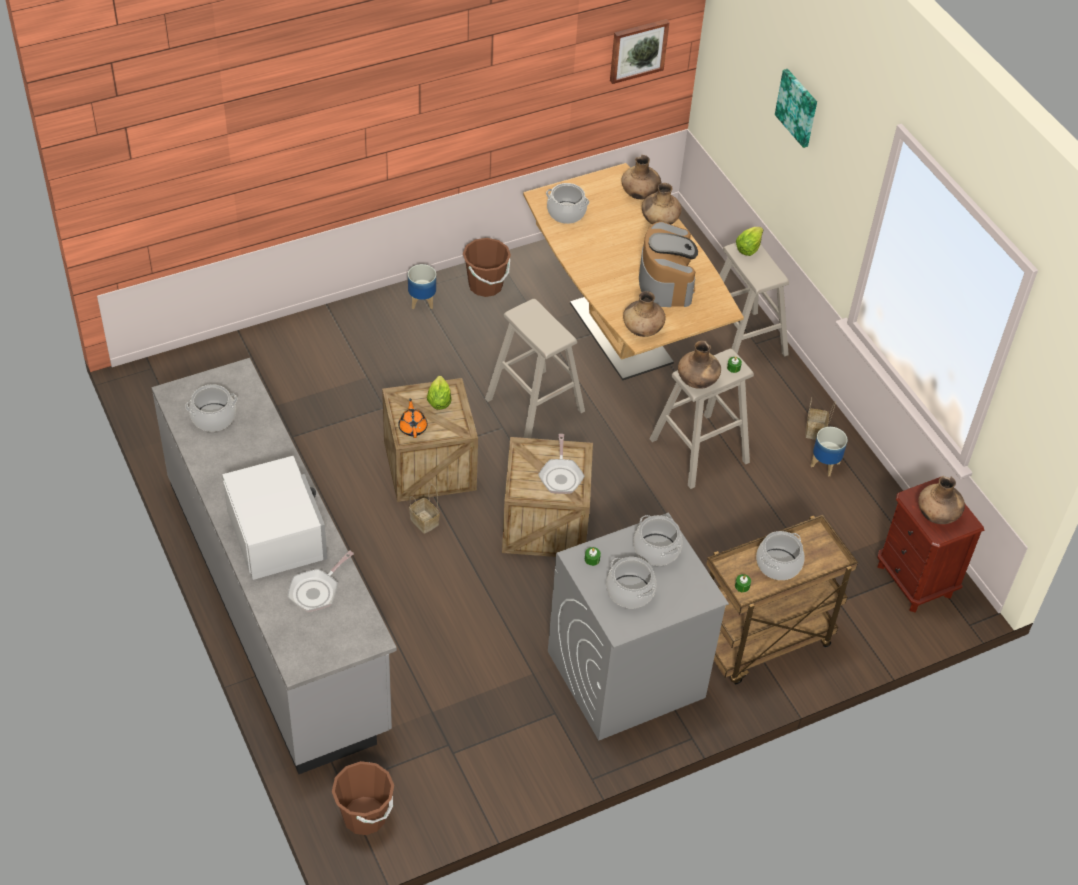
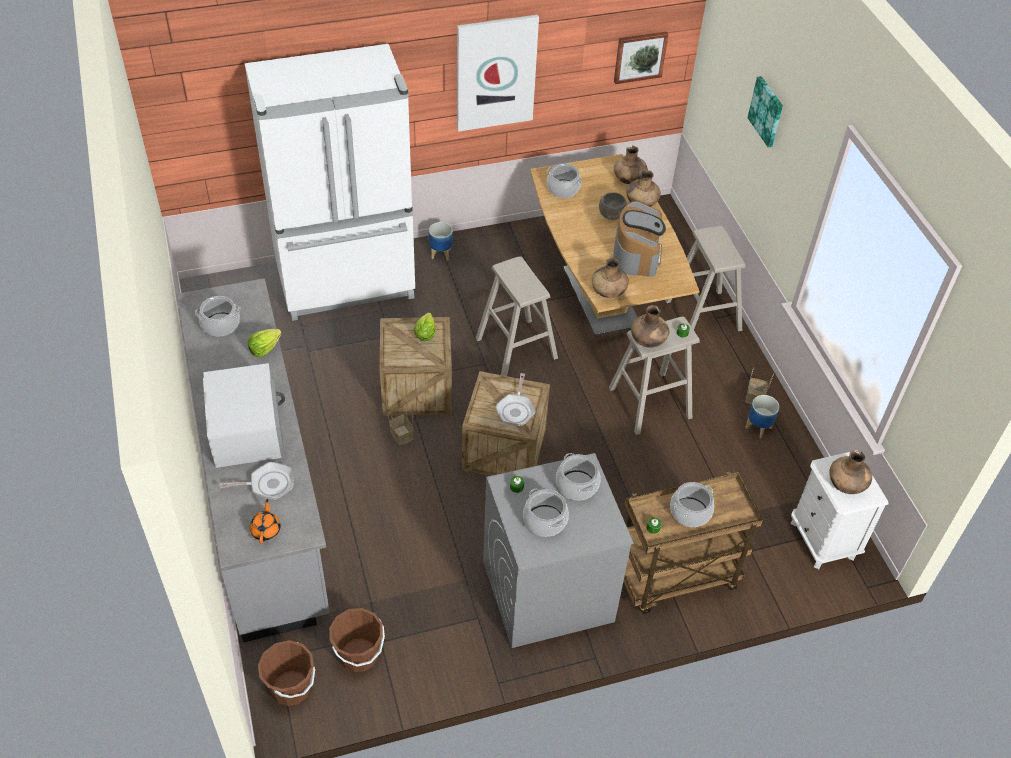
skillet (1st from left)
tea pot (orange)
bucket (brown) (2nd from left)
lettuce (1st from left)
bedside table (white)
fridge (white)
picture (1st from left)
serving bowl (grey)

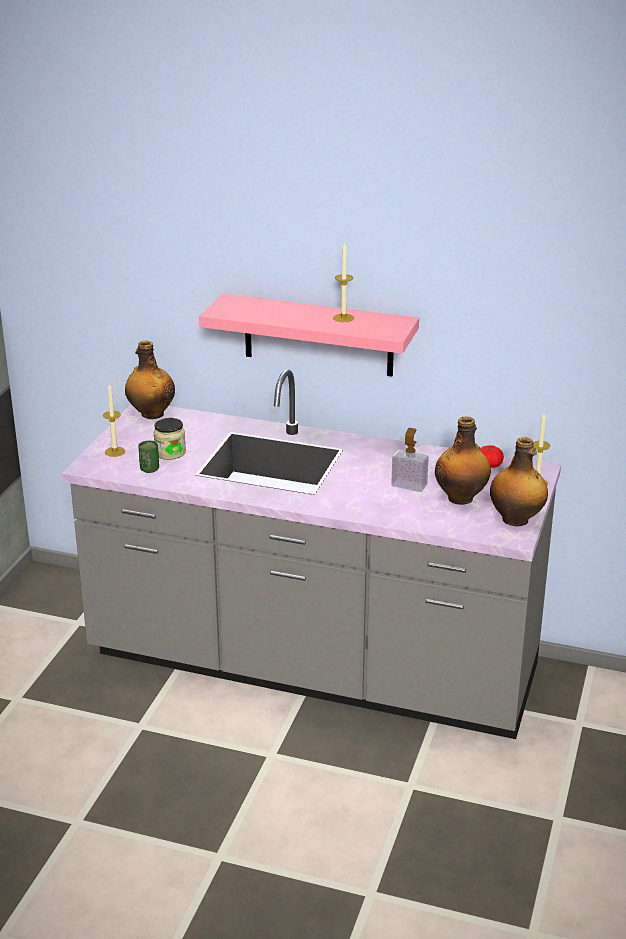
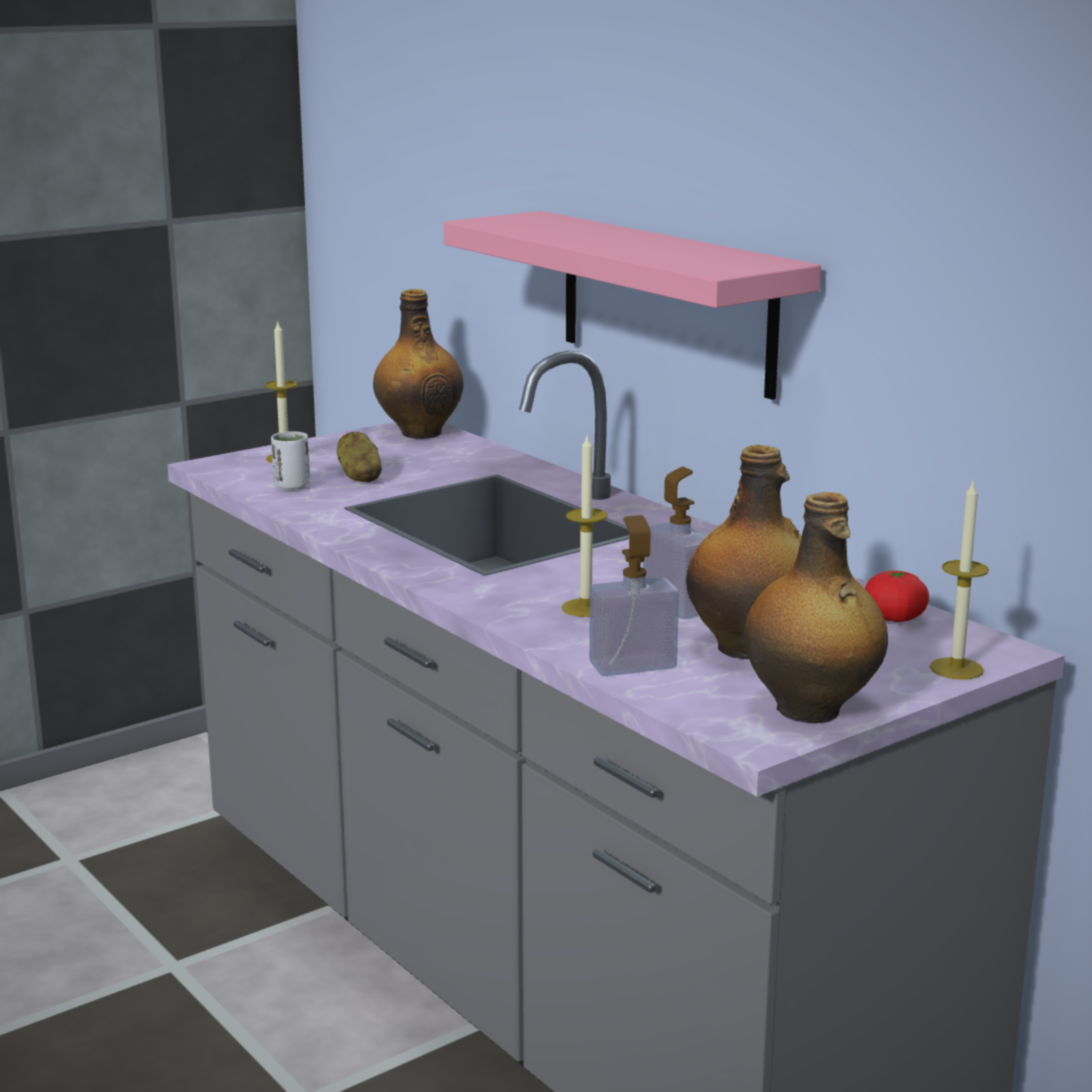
small cup (white)
whole potato
candle (2nd from left)
soap dispenser (1st from left)

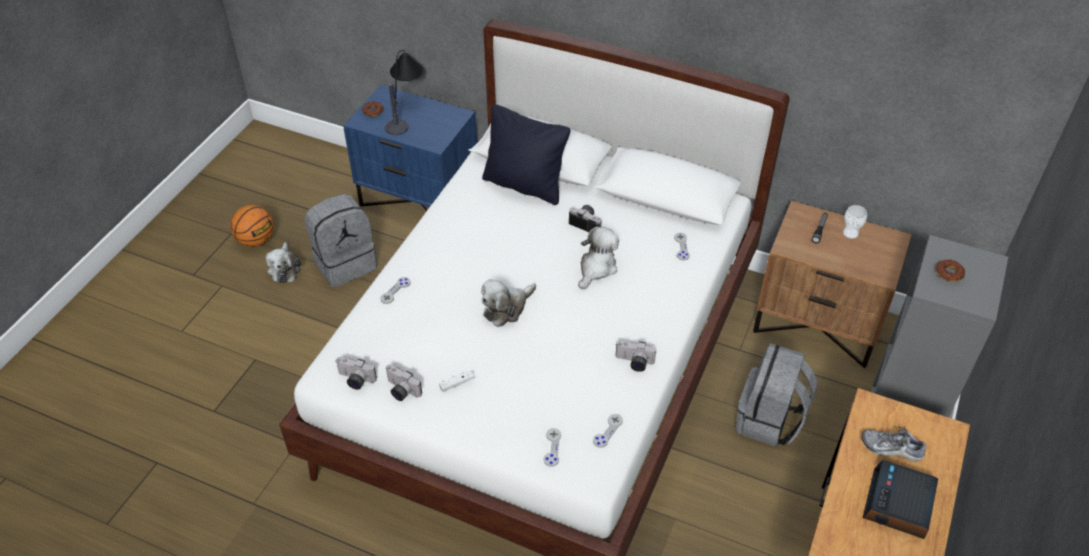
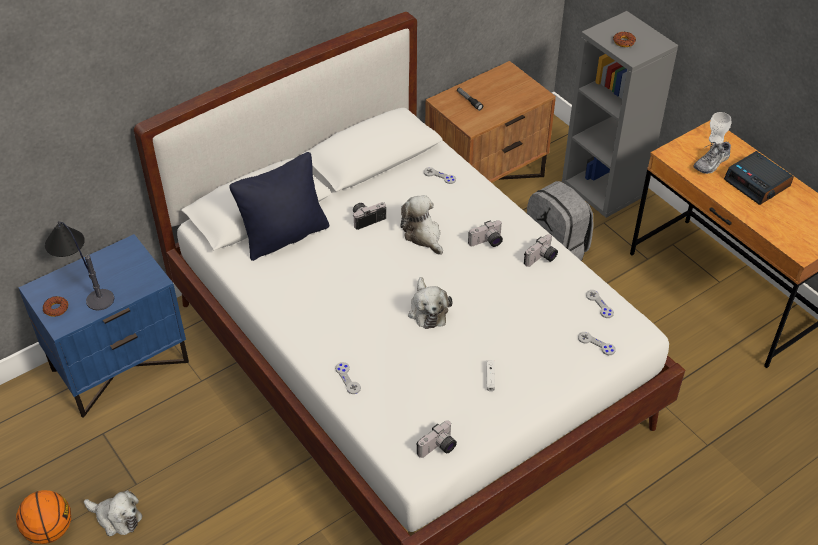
rucksack (grey) (1st from left in the first image)
photo camera (3rd from left)
small cup

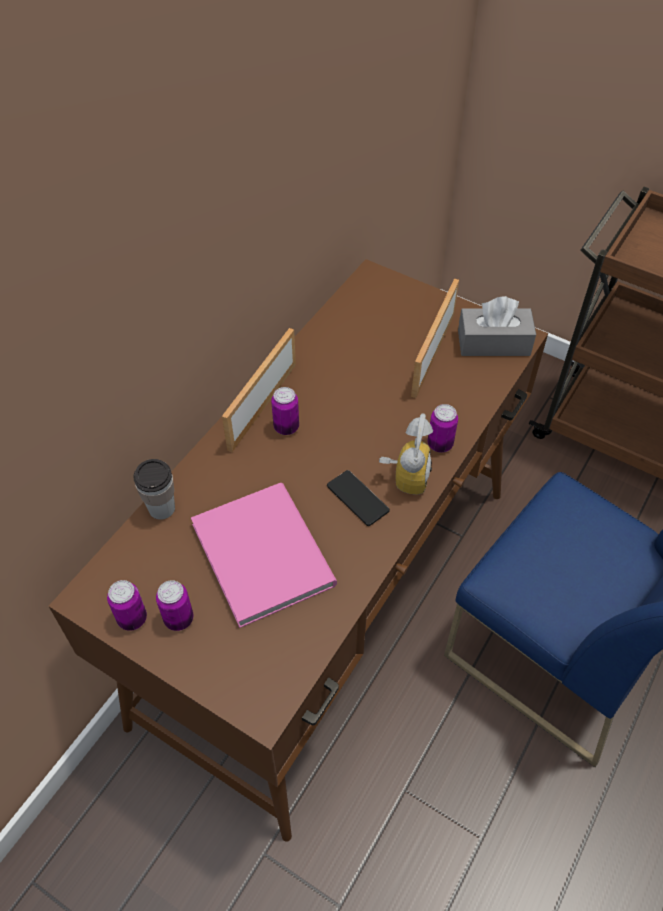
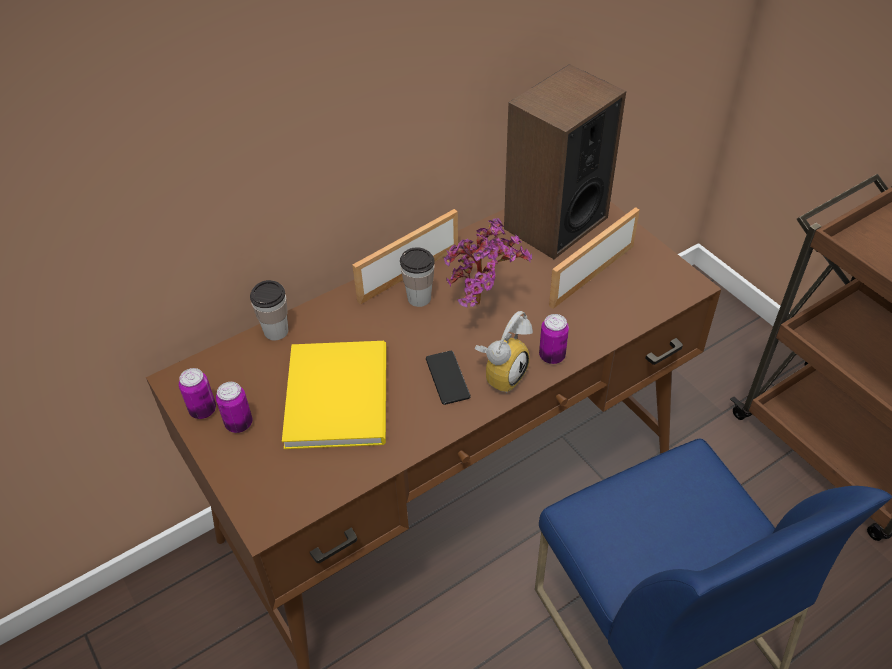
book (yellowish)
small cup (2nd from left)
tissue holder (grey)
plant in a pot
loudspeaker

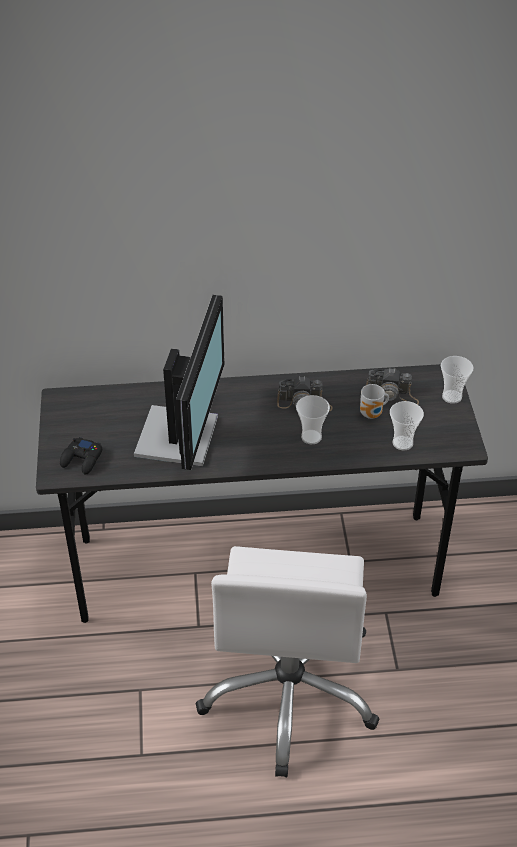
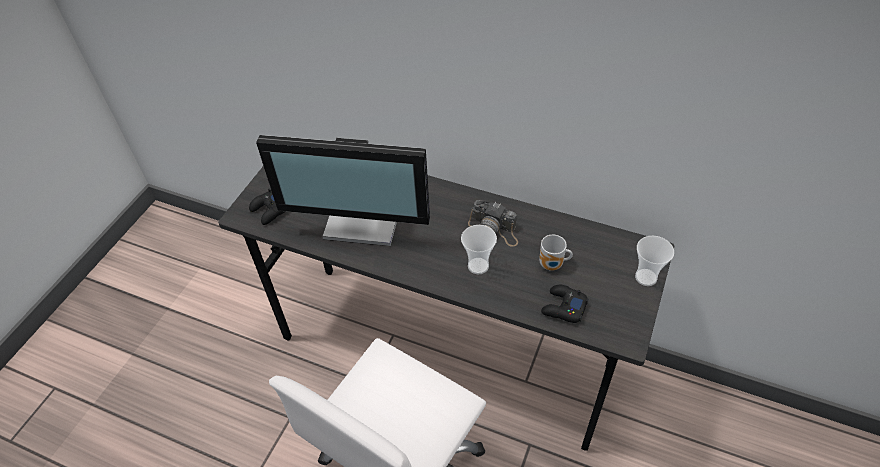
computer screen
photo camera (2nd from left in the first image)
joypad (black-coloured) (2nd from left)

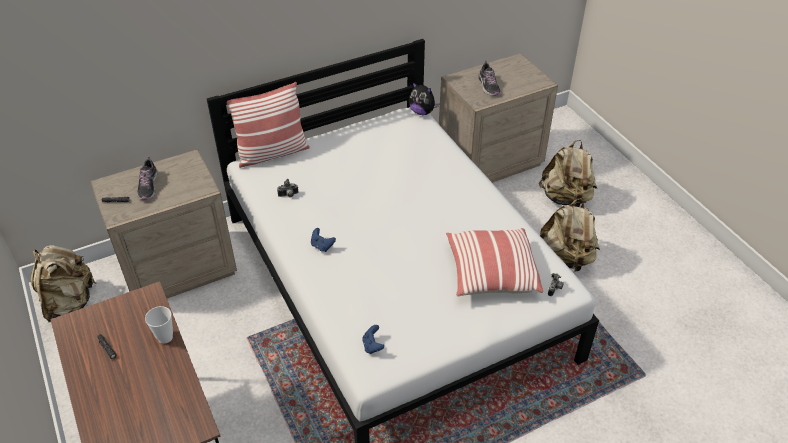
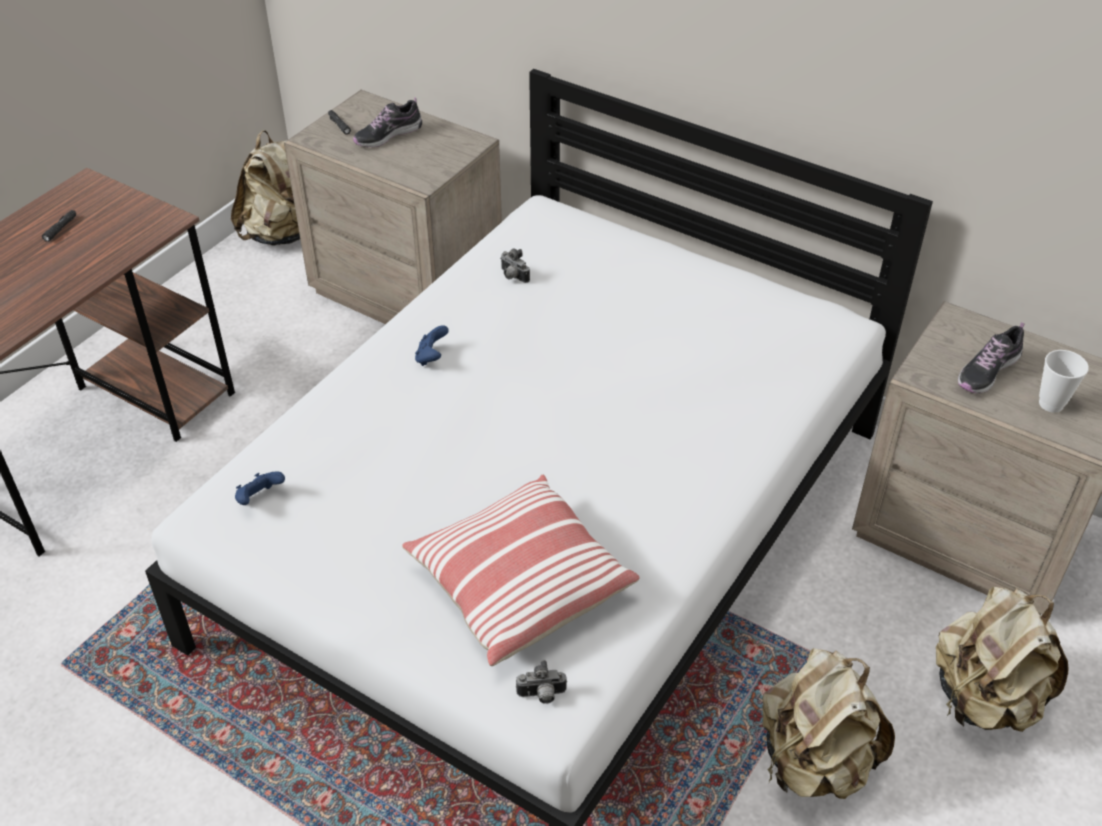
small cup
pillow (1st from left in the first image)
soft toy

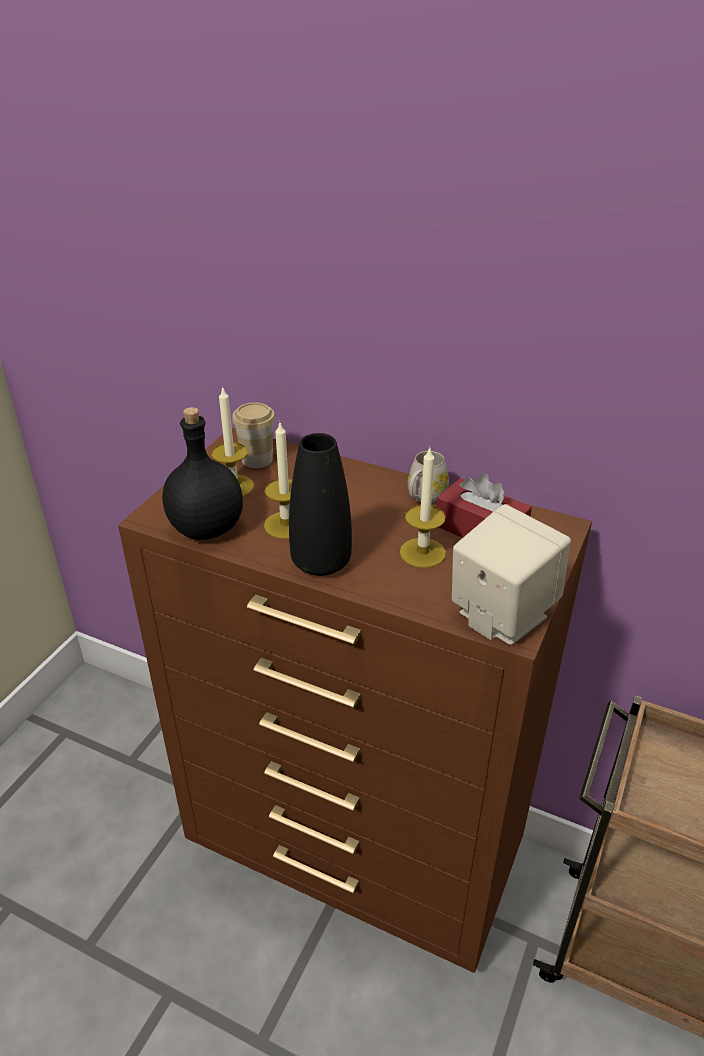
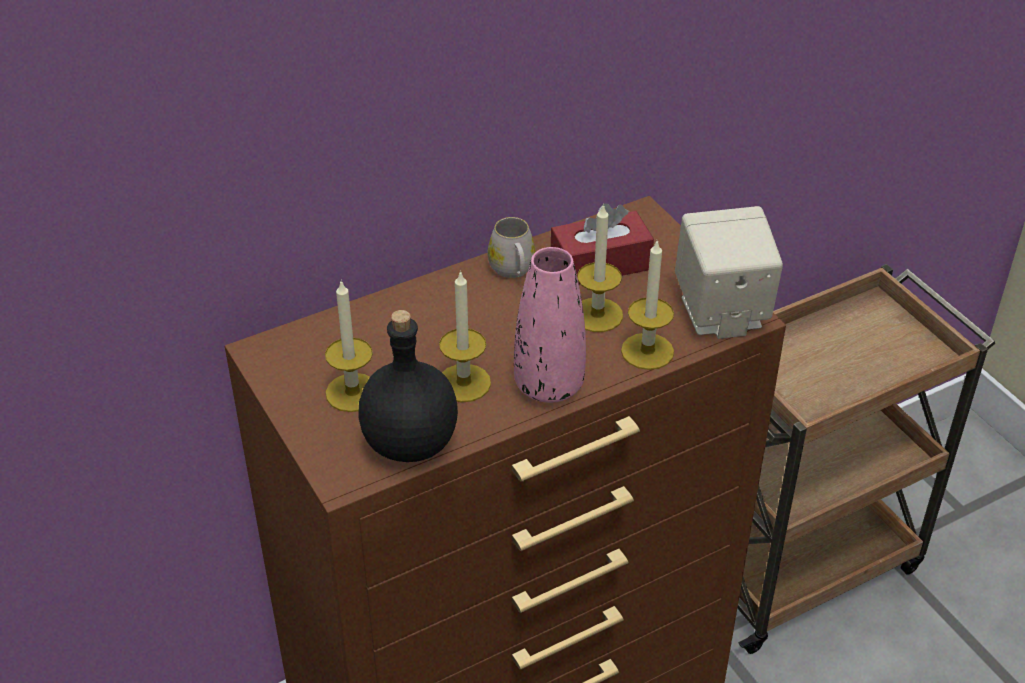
small cup
vase (pink)
candle (4th from left)

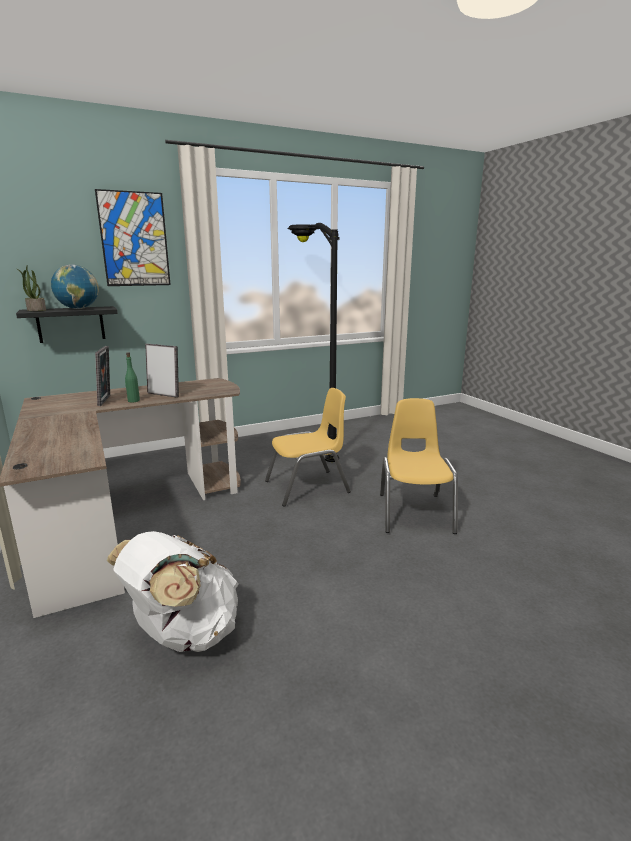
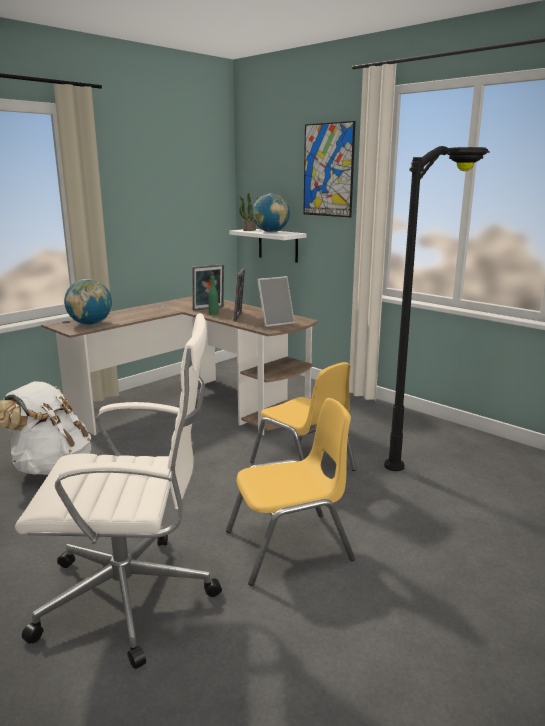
shelf (white)
desk chair (white)
globe (1st from left)
picture frame (3rd from left)

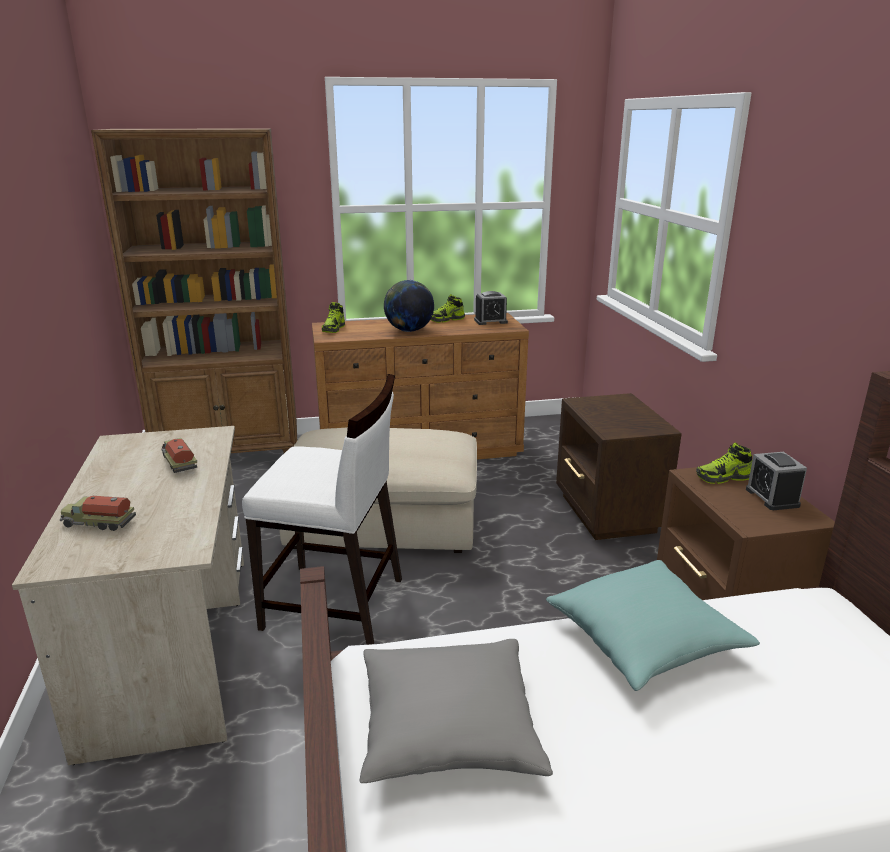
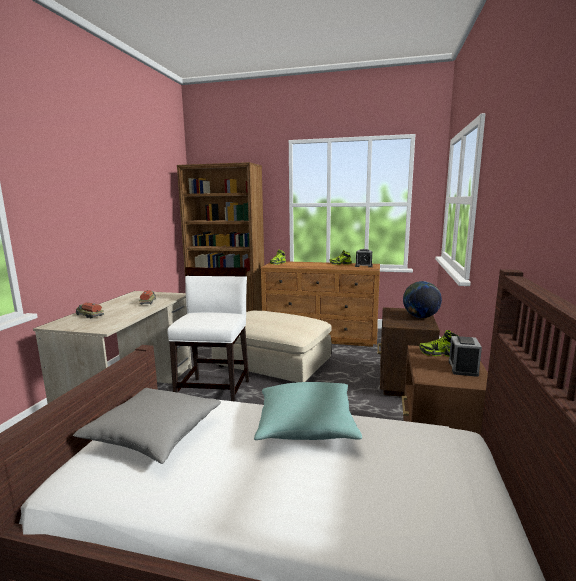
chair (white)
globe

